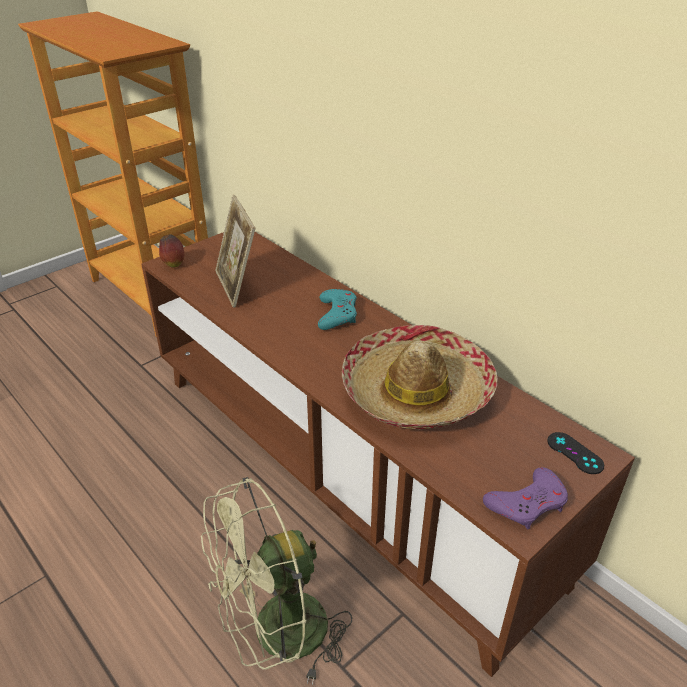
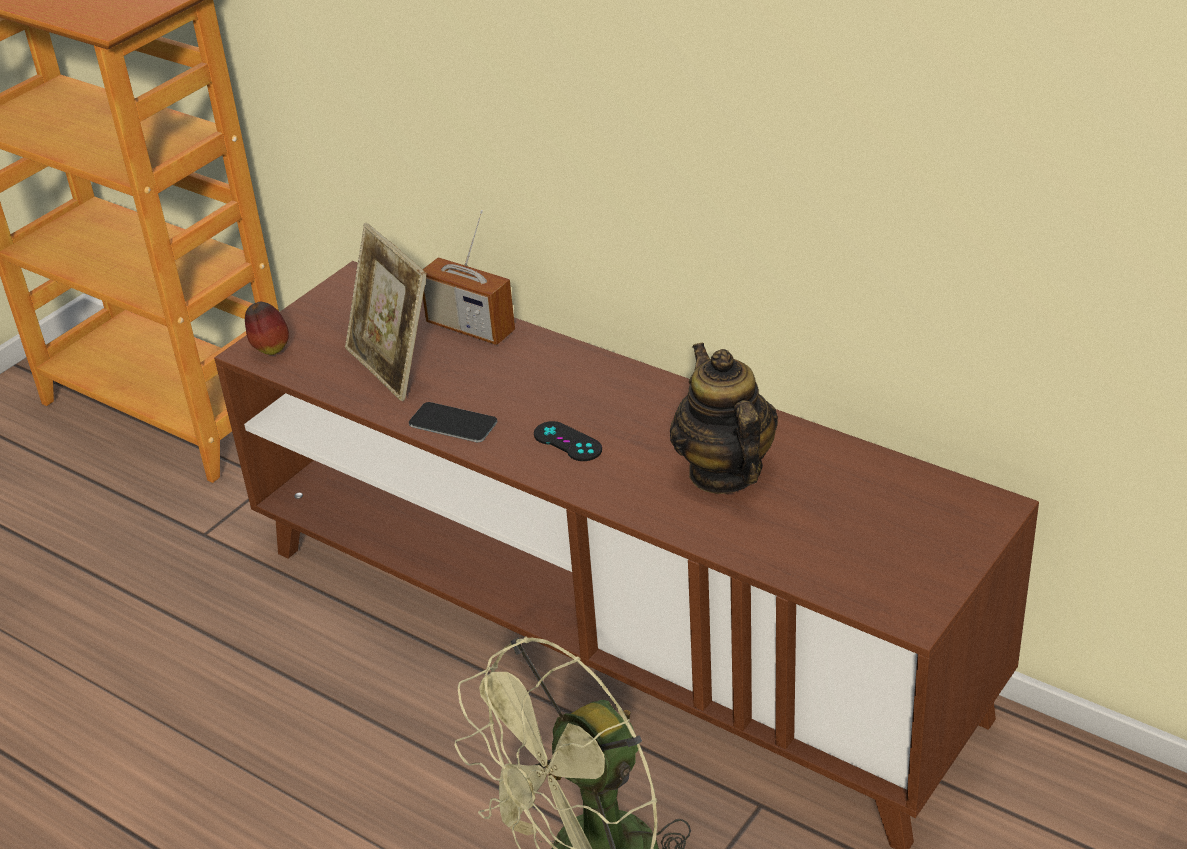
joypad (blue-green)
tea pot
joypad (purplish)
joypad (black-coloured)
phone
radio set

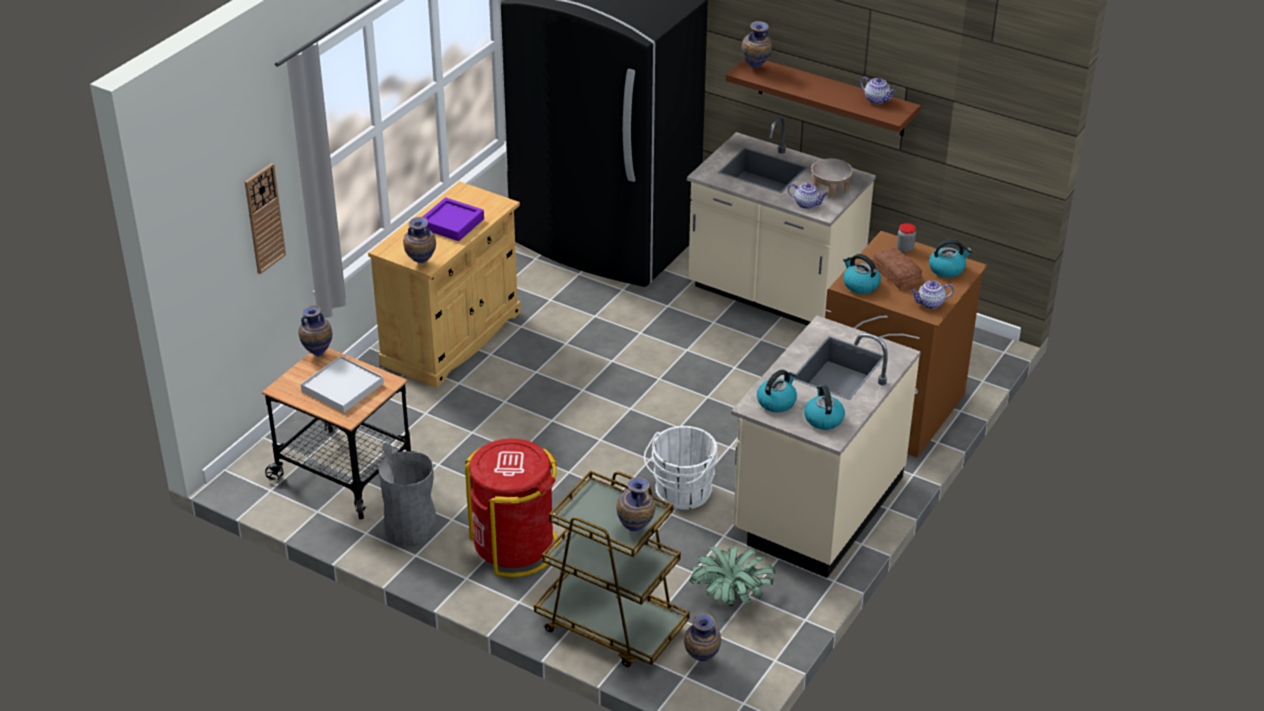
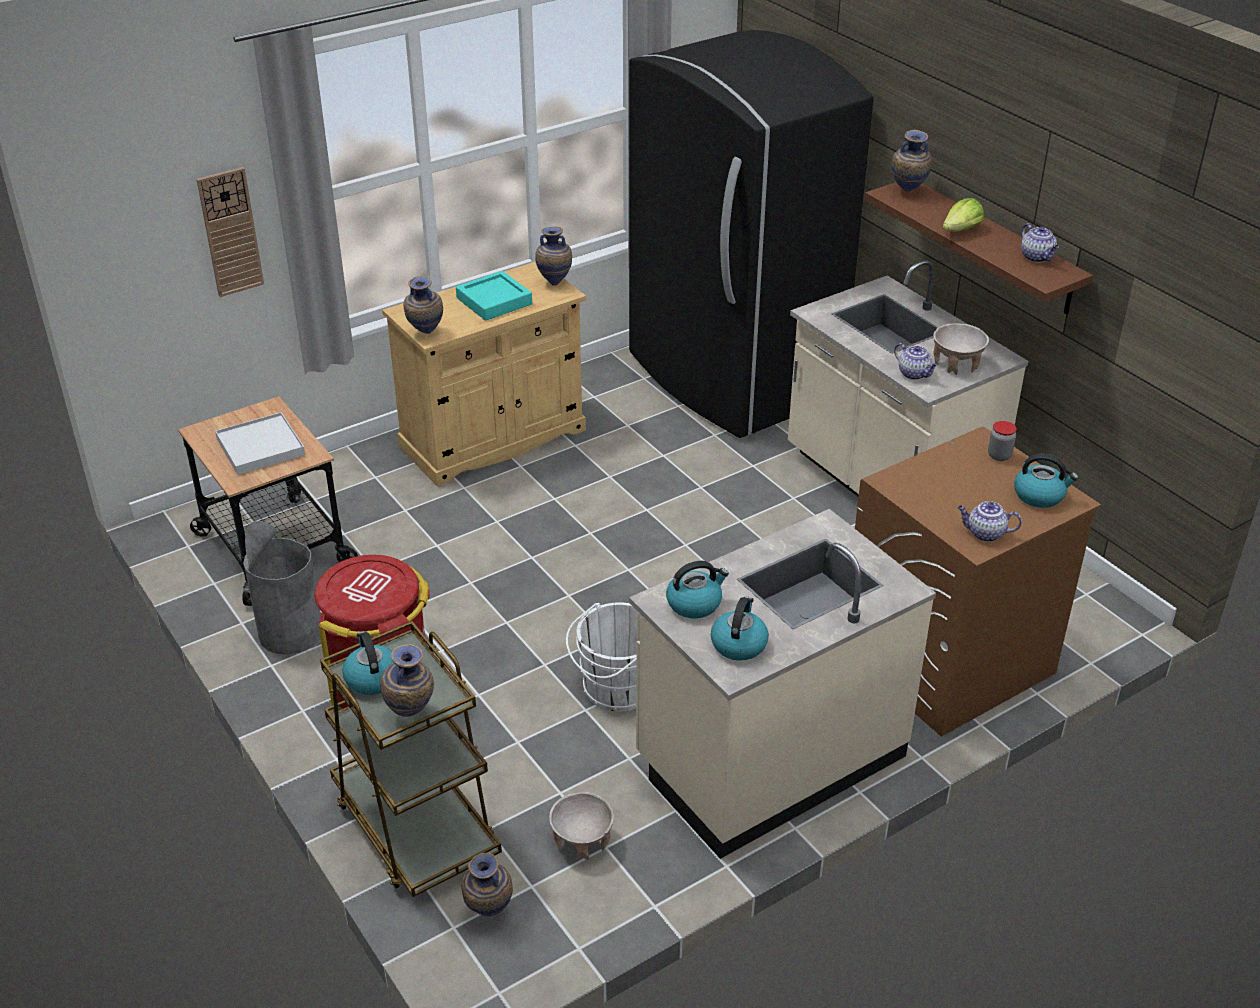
vase (4th from left)
tray (blue-green)
serving bowl (beige-coloured) (1st from left)
water kettle (1st from left)
bread
lettuce

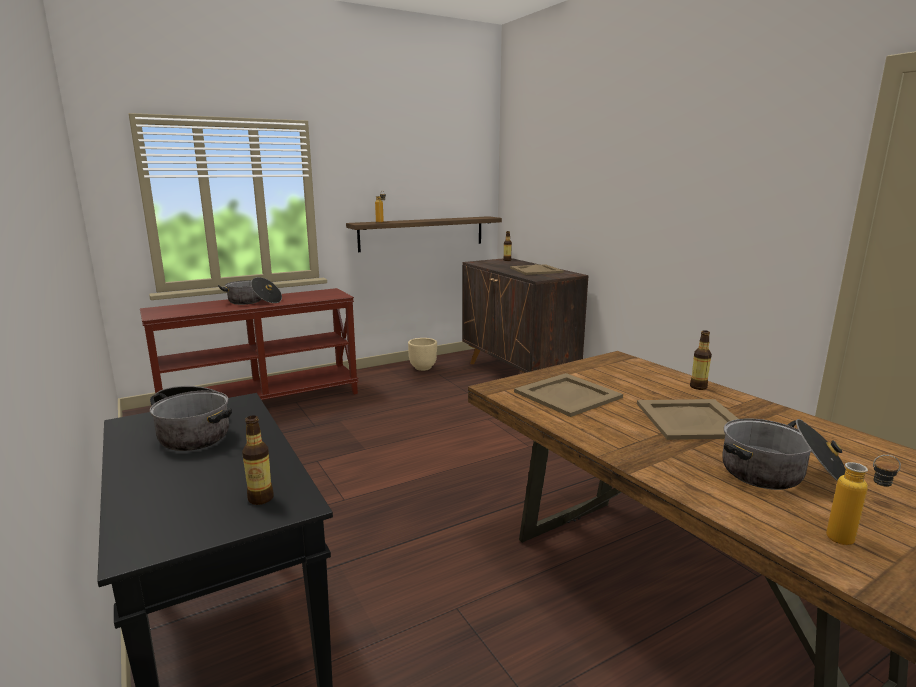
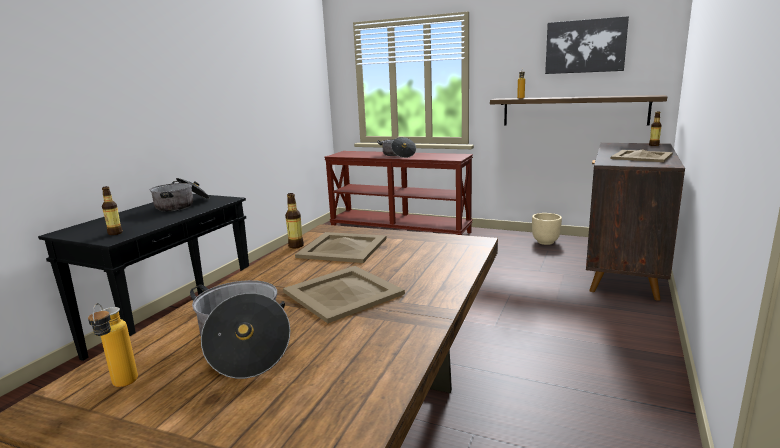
drink bottle (3rd from left)
picture

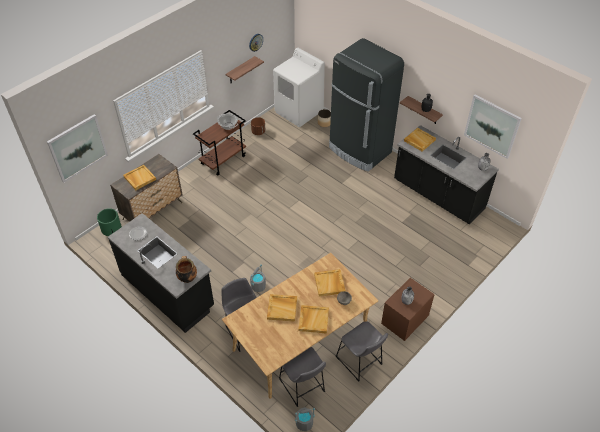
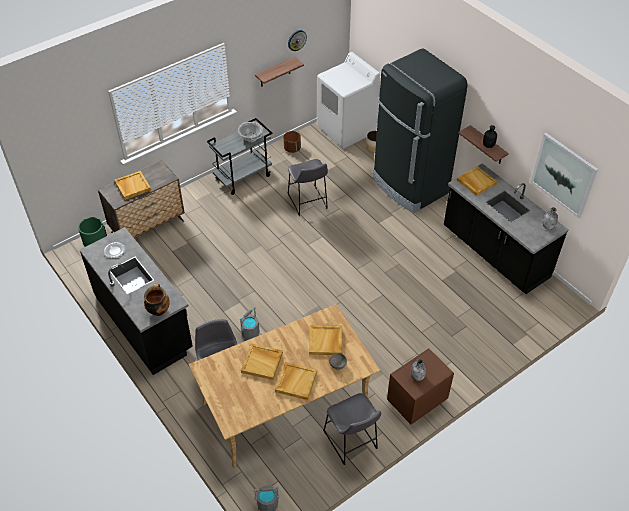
picture (1st from left in the first image)
cart (grey)
stool (grey) (2nd from left)

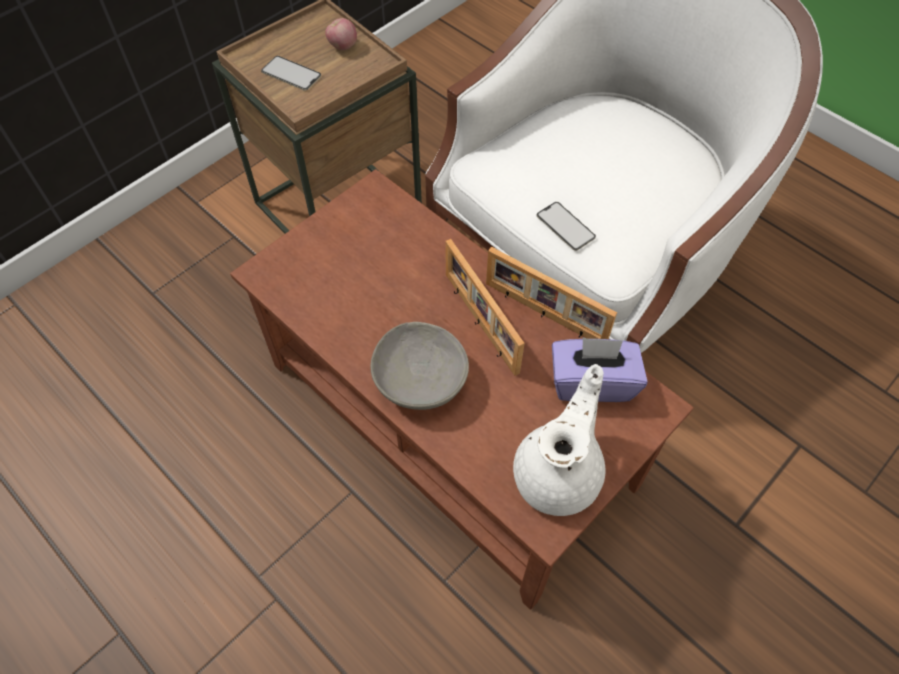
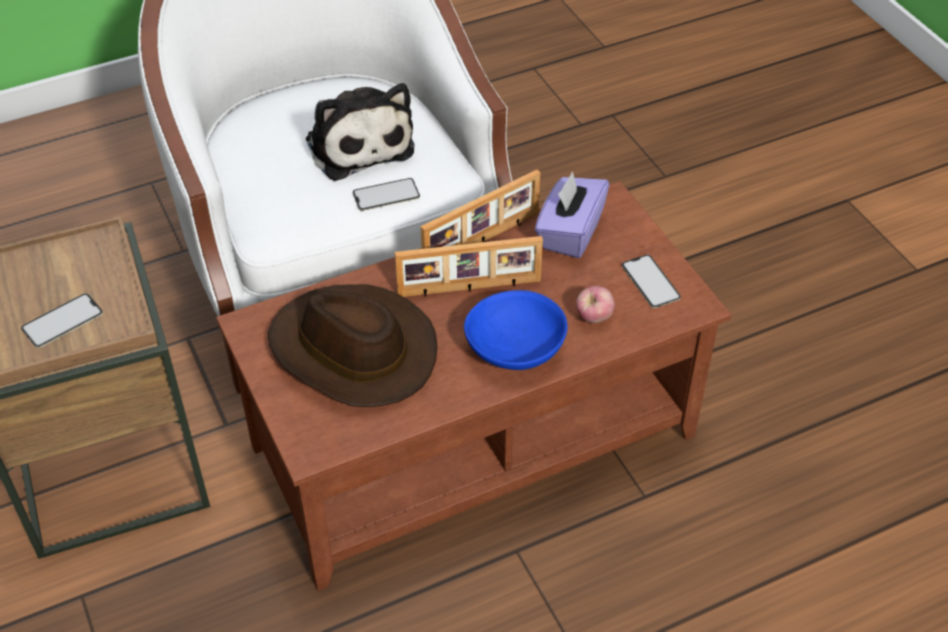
apple fruit
serving bowl (blue-coloured)
phone (3rd from left)
wearable hat (brown)
soft toy

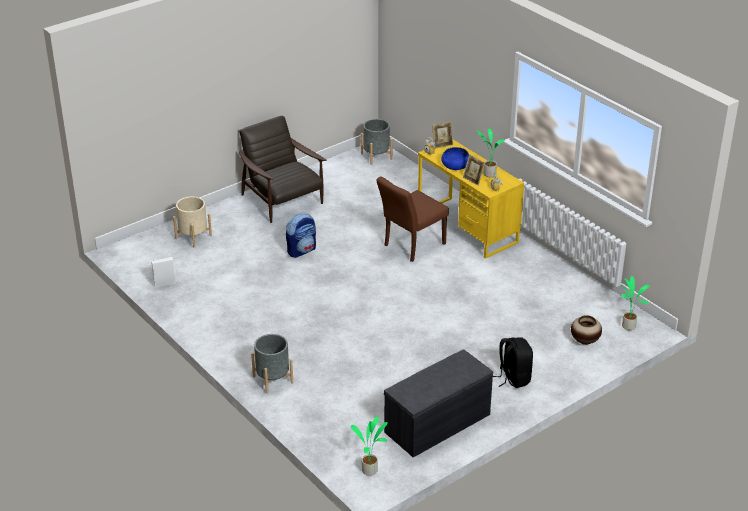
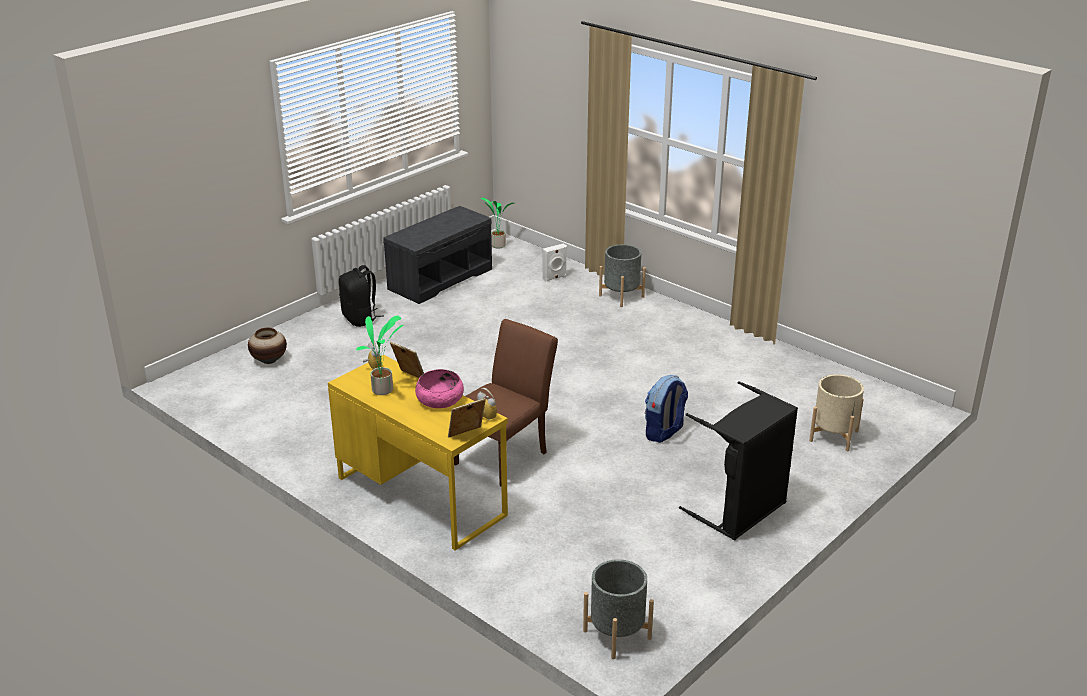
loudspeaker (white)
hamper (black-coloured)
serving bowl (pink)
plant in a pot (3rd from left in the first image)

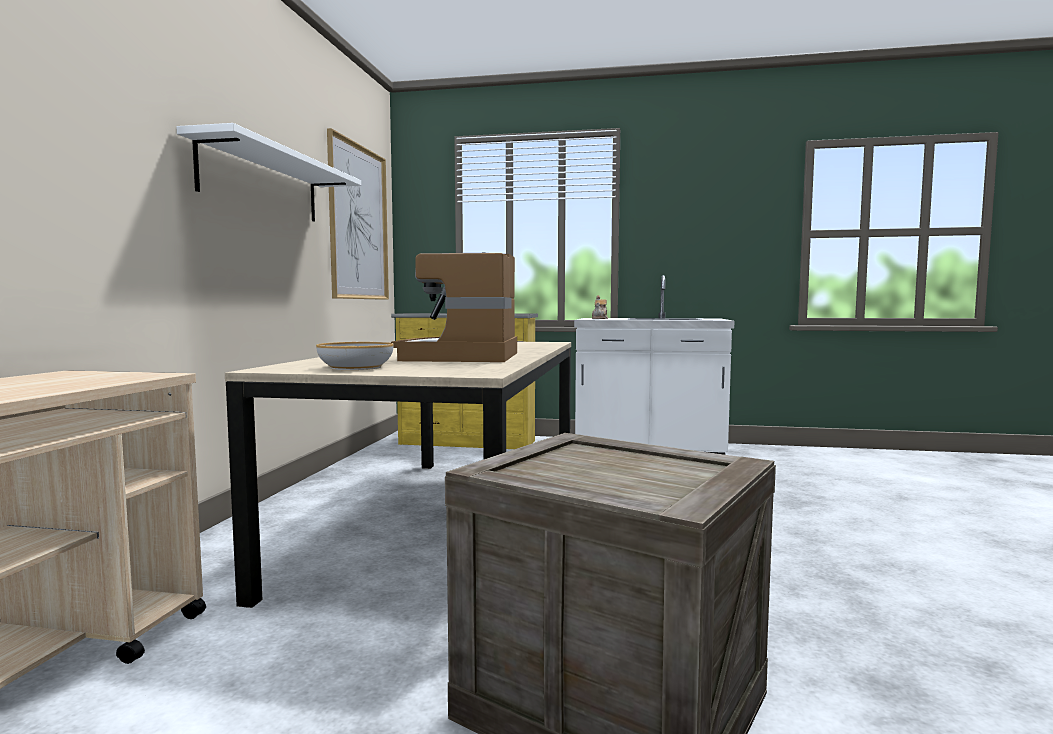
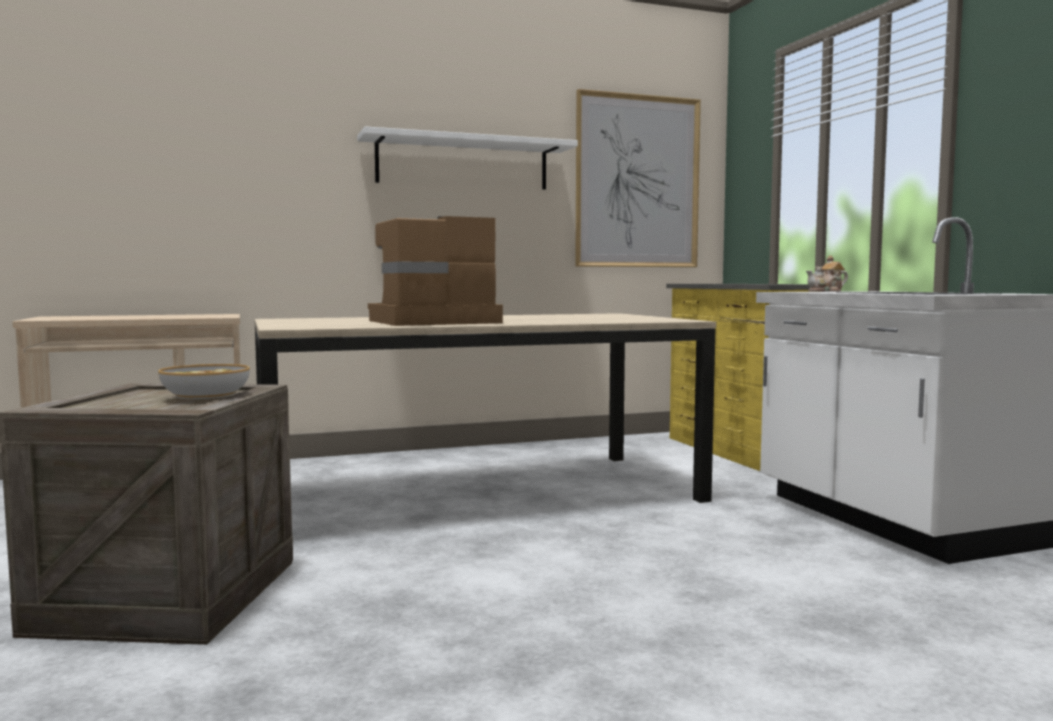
serving bowl

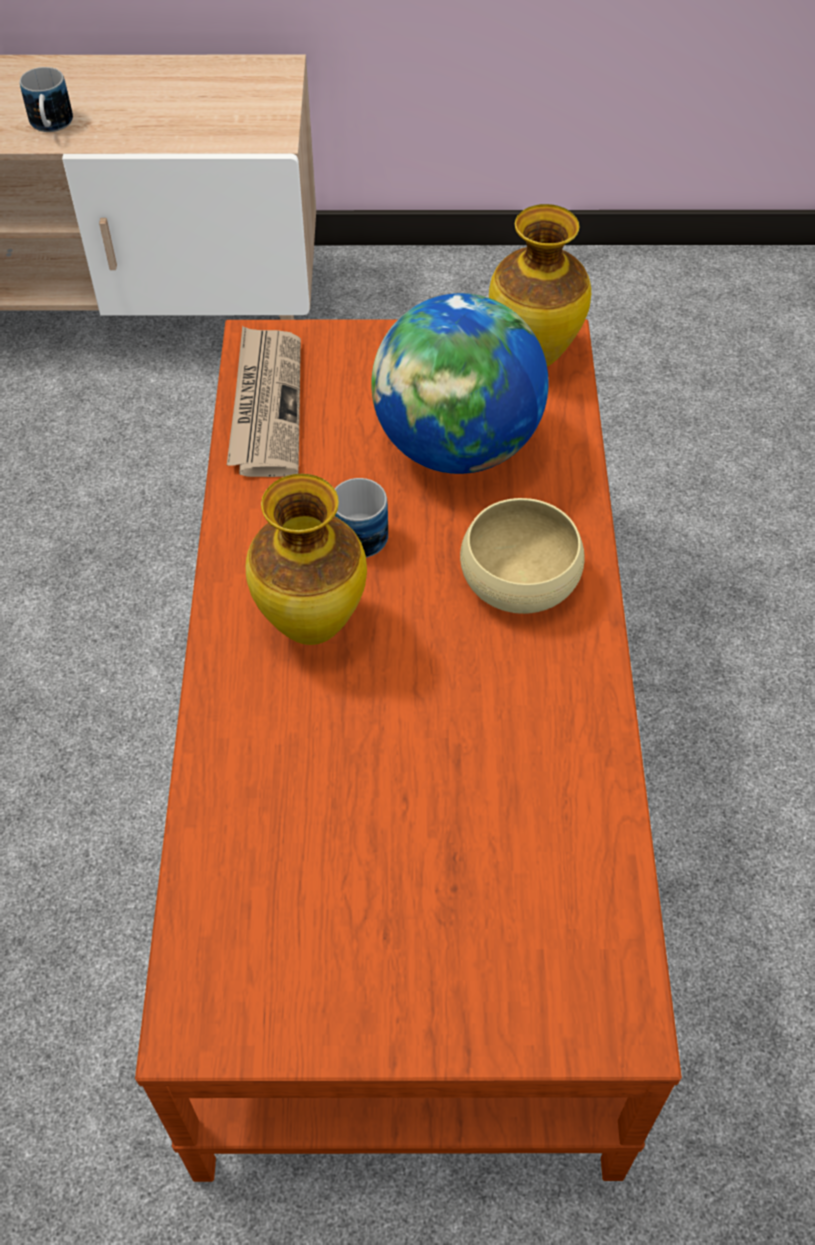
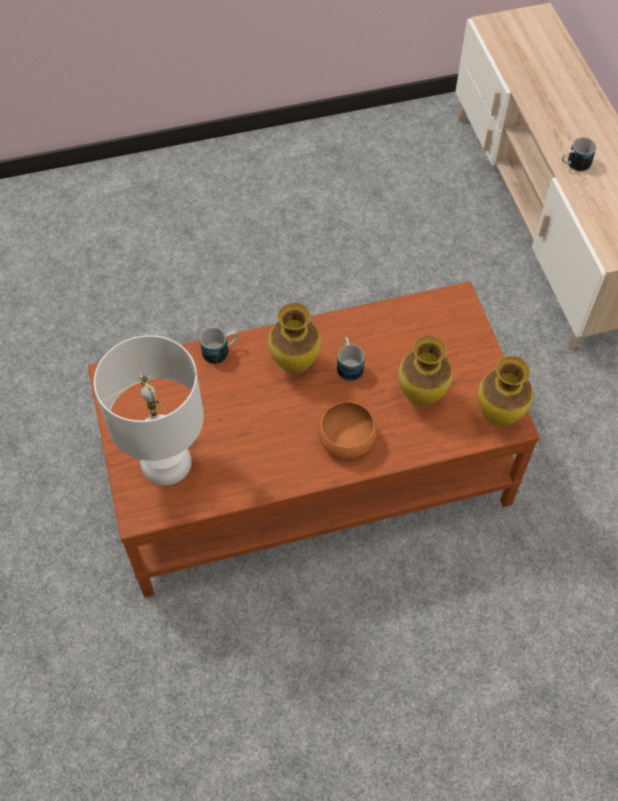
newspaper
vase (2nd from left)
serving bowl (orange)
lamp for a table (white)
tea mug (1st from left)

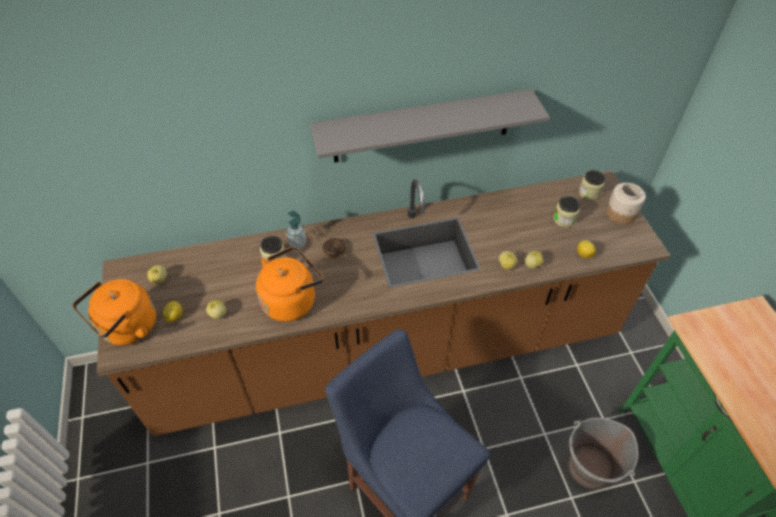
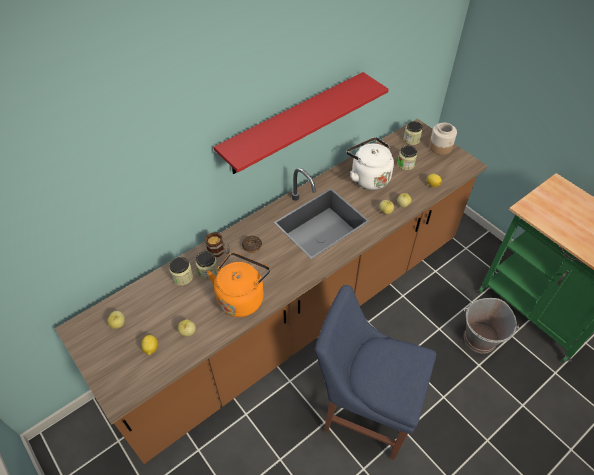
water kettle (orange) (1st from left in the first image)
tea mug
shelf (red-coloured)
jar (1st from left)
water kettle (white)

